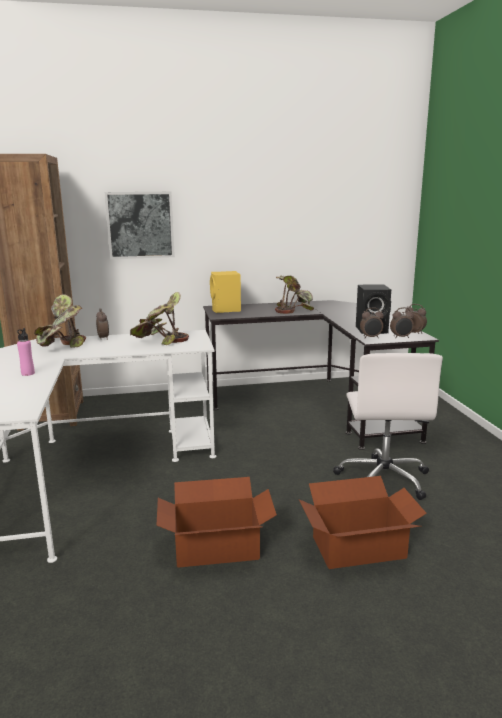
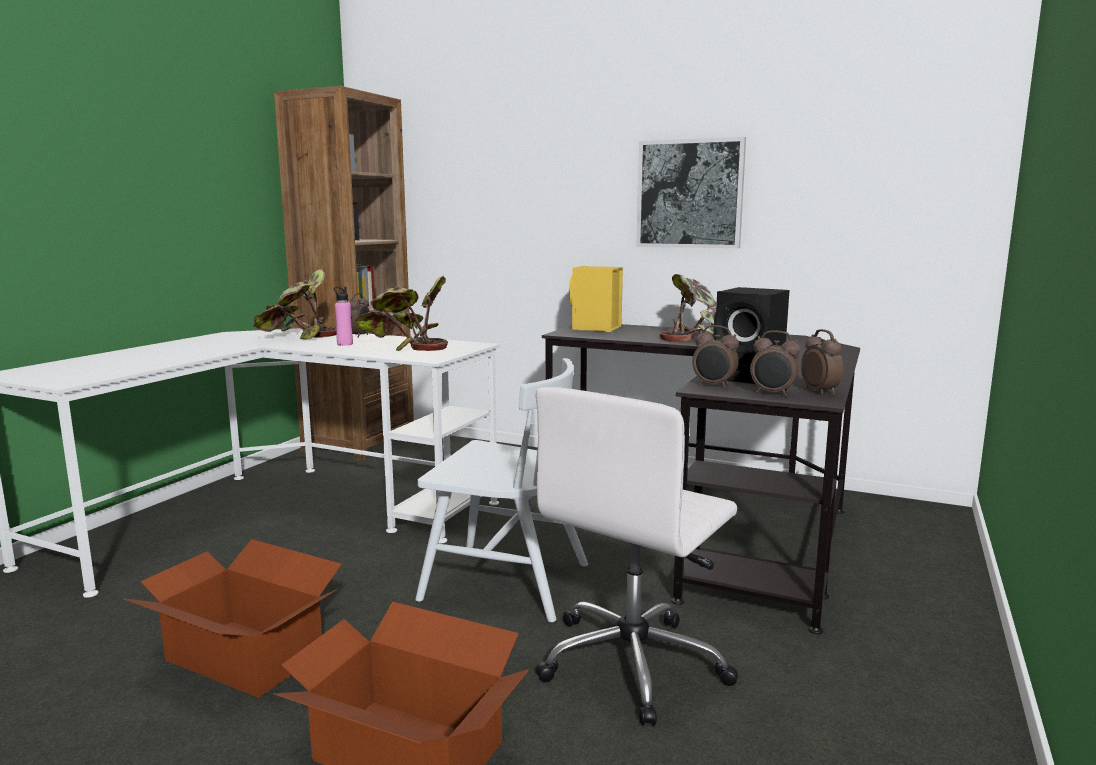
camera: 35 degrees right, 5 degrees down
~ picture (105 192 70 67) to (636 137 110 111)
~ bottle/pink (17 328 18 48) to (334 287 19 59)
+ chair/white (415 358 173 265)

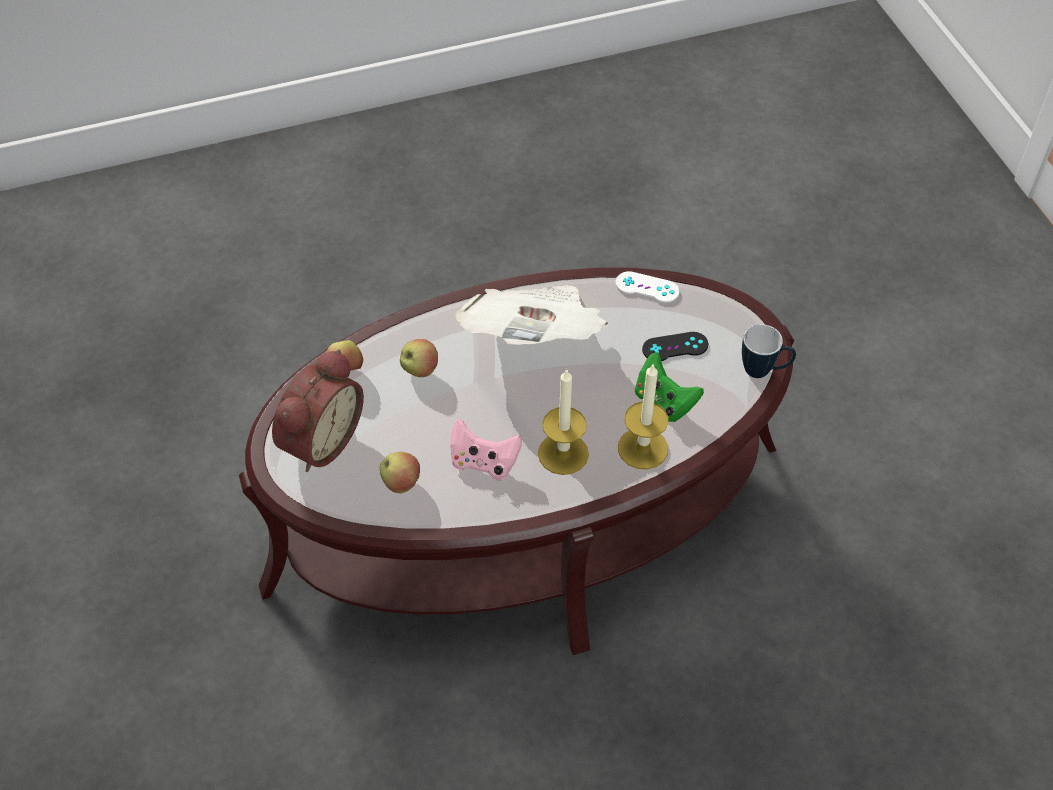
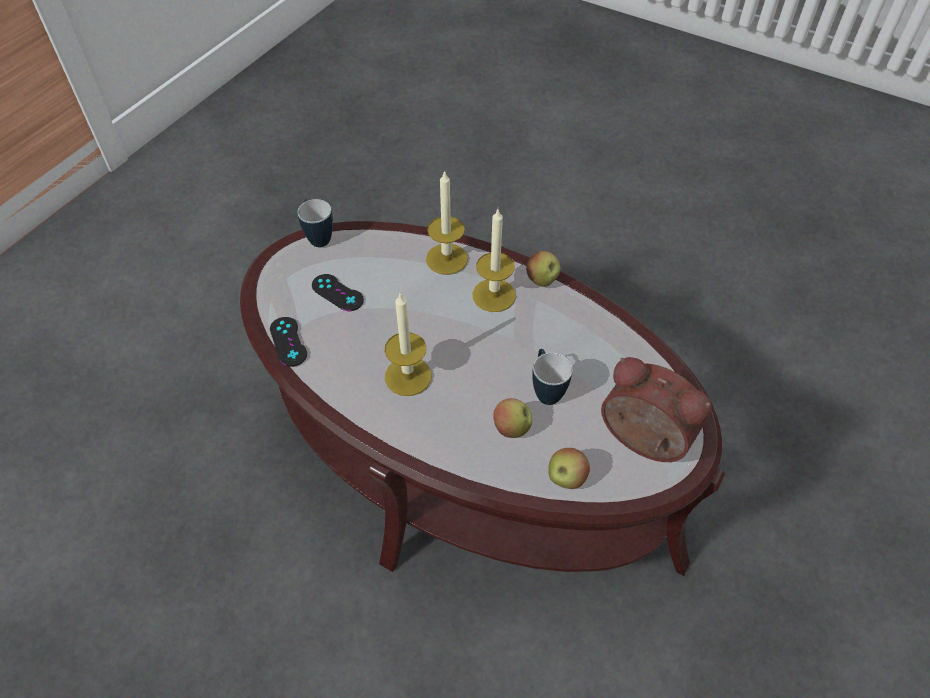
camera: 130 degrees left, 0 degrees up
~ game controller/white (615 271 65 32) to game controller/black (270 317 37 50)
~ newspaper (455 285 153 60) to candle (385 294 47 102)
~ alarm clock (272 349 92 123) = (601 357 111 105) 45 degrees clockwise
- game controller/green (635 352 69 70)
- game controller/pink (450 419 72 61)
~ apple (380 452 40 41) to (526 251 35 36)
+ mug (532 349 41 56)

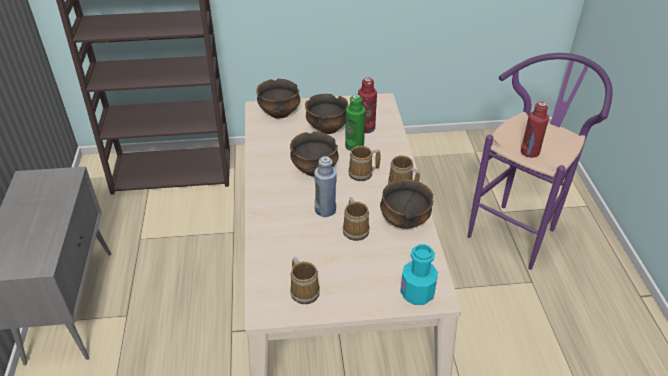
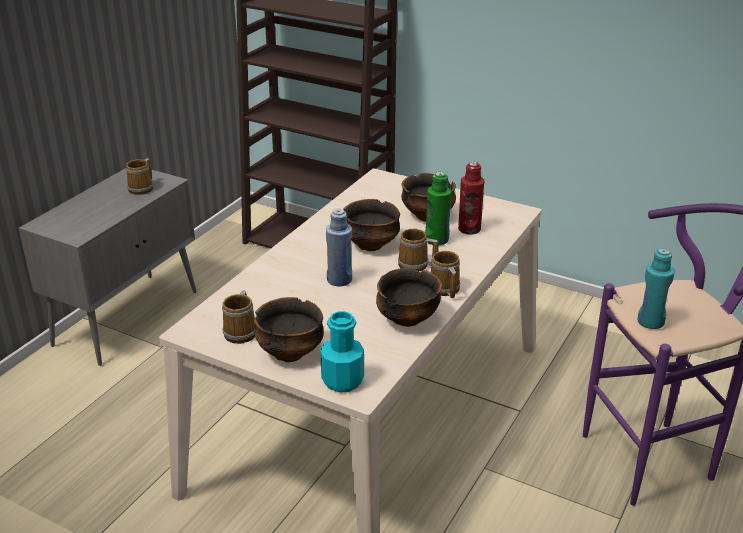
camera: 35 degrees right, 10 degrees down
~ bowl (256 79 44 40) to (254 297 70 65)
~ bottle/red (521 102 28 56) to bottle/turquoise (638 248 37 81)
~ mug (343 197 27 44) to (126 158 27 37)

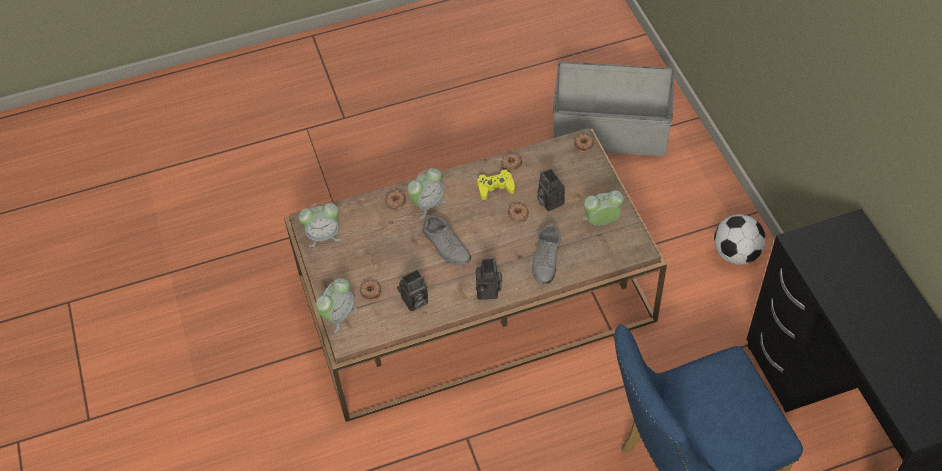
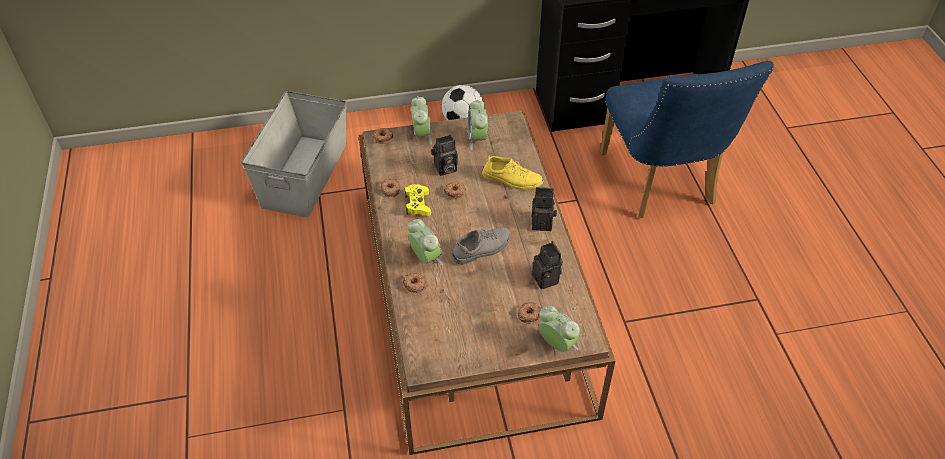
camera: 85 degrees left, 5 degrees down
~ alarm clock (298 203 44 44) to (411 96 21 49)
~ shoe/grey (532 223 29 62) to shoe/yellow (482 156 61 34)

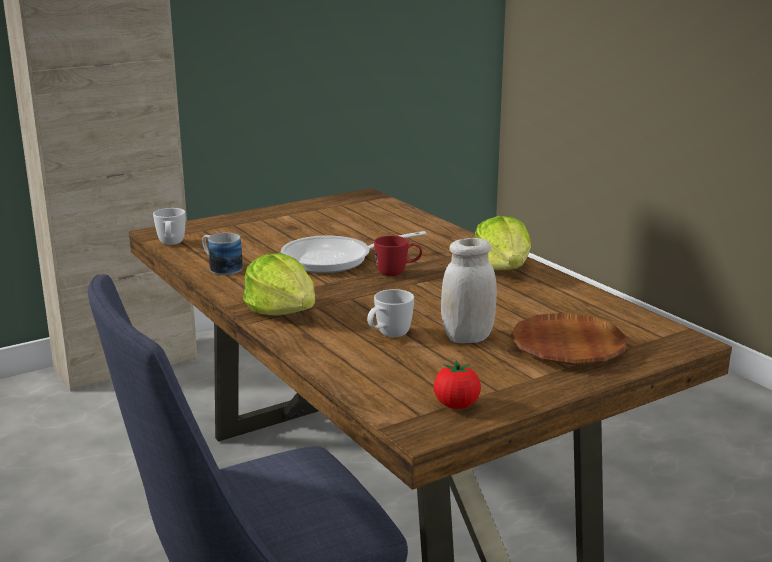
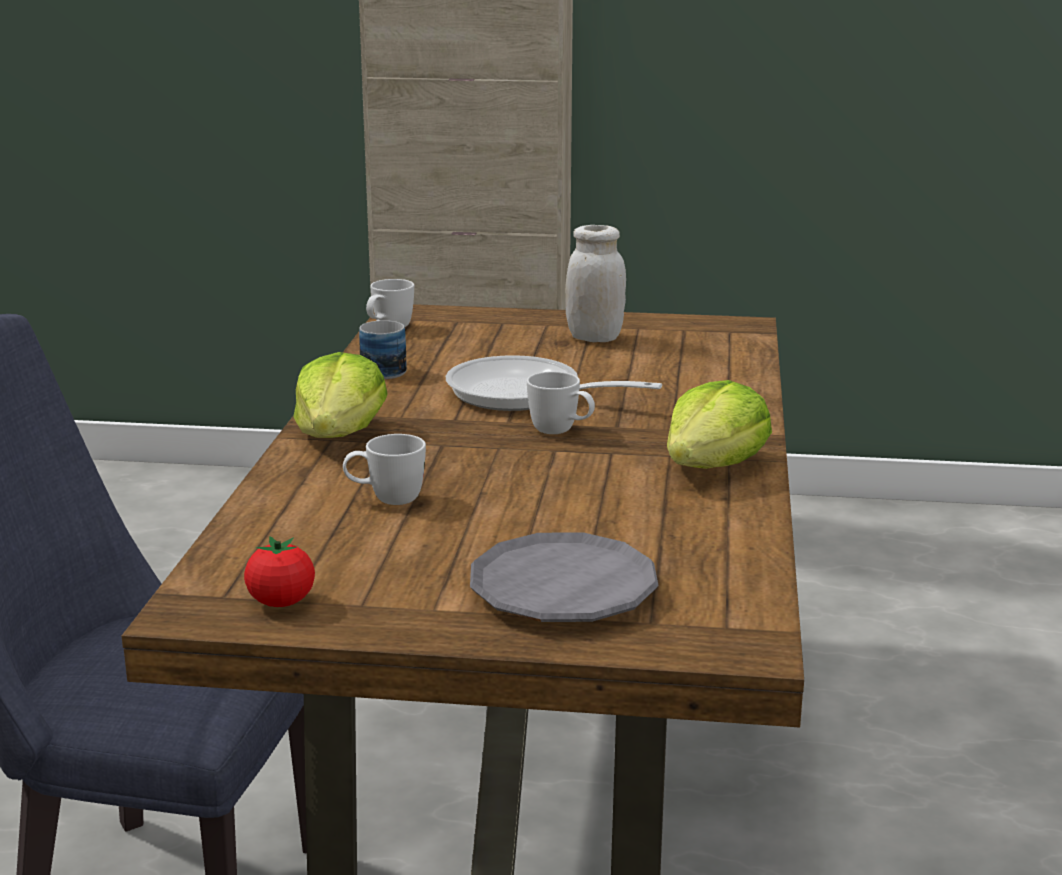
camera: 40 degrees right, 0 degrees up
~ mug/red (374 236 48 40) to mug/white (527 371 68 63)
~ jar/white (441 238 56 105) to (565 225 61 117)
~ plate/brown (510 313 118 52) to plate/grey (470 532 189 90)

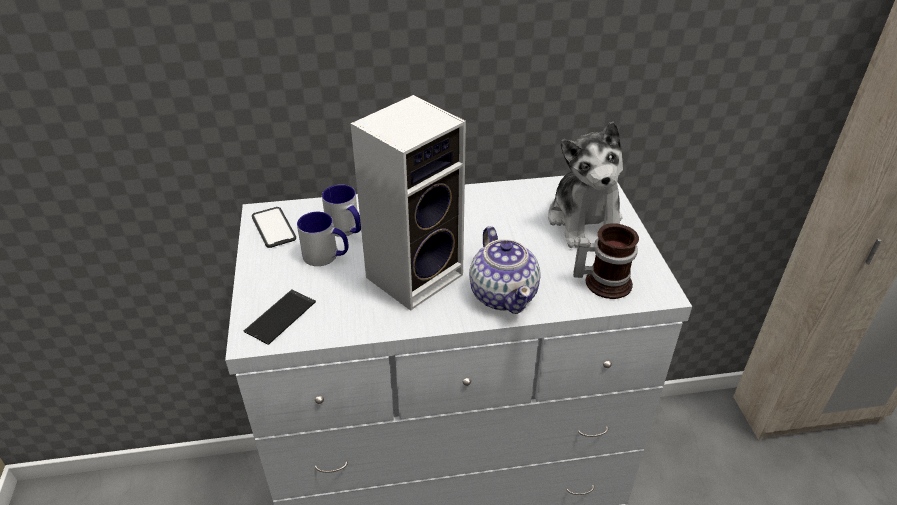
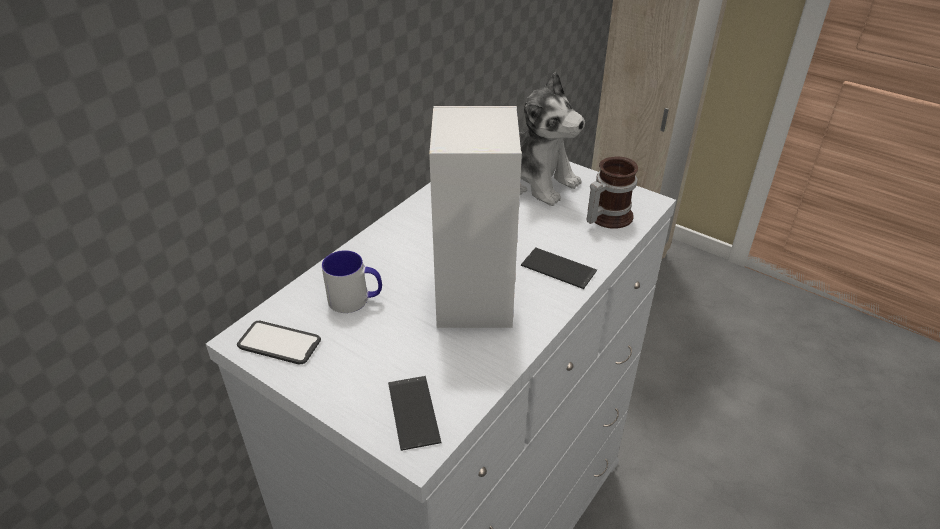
camera: 45 degrees left, 0 degrees up
- mug (297 212 52 54)
~ teapot (469 226 71 88) to phone (521 247 76 42)

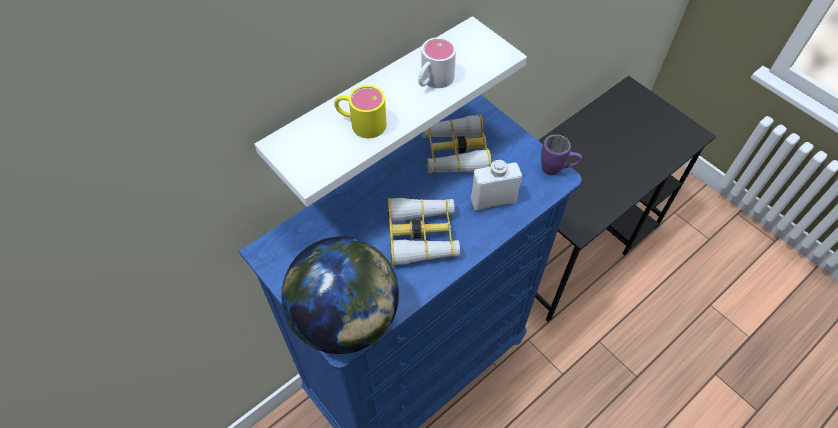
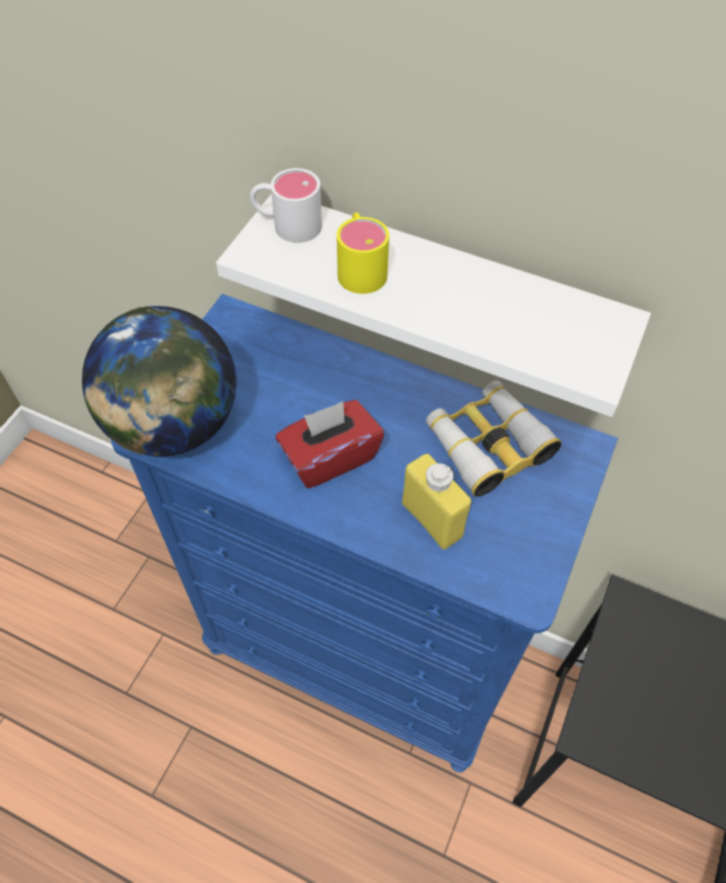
camera: 65 degrees right, 0 degrees up
~ mug/white (418 37 38 51) to (250 168 72 75)
- mug/purple (541 134 41 41)
~ bottle/white (471 159 51 52) to bottle/yellow (402 454 69 96)
~ binoculars (387 198 73 68) to tissue box/red (276 400 108 88)

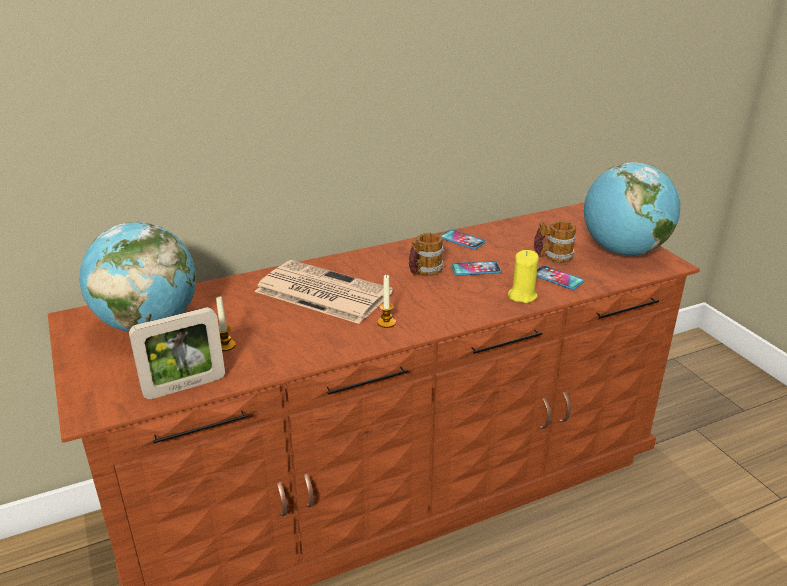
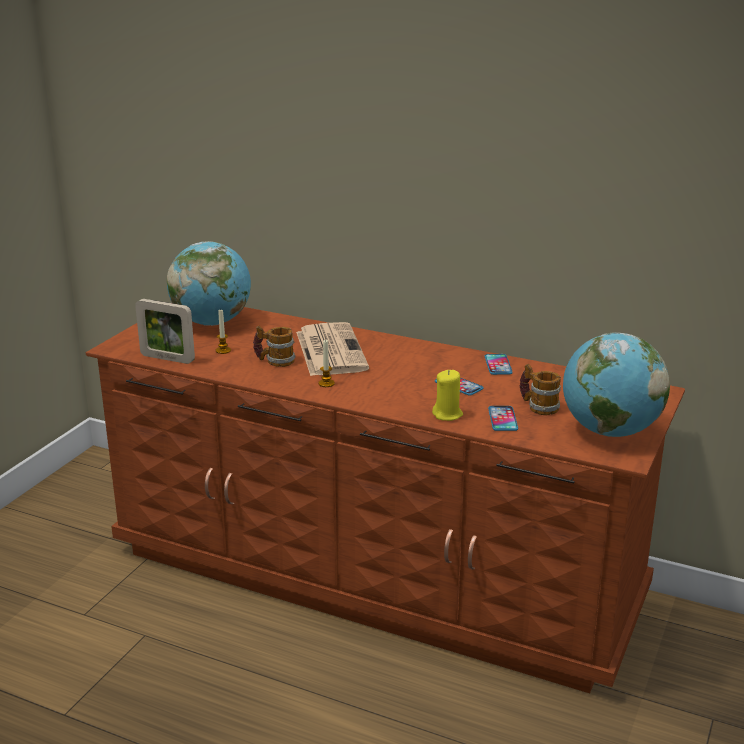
camera: 50 degrees right, 5 degrees down
~ mug (409 233 35 43) to (253 326 43 41)

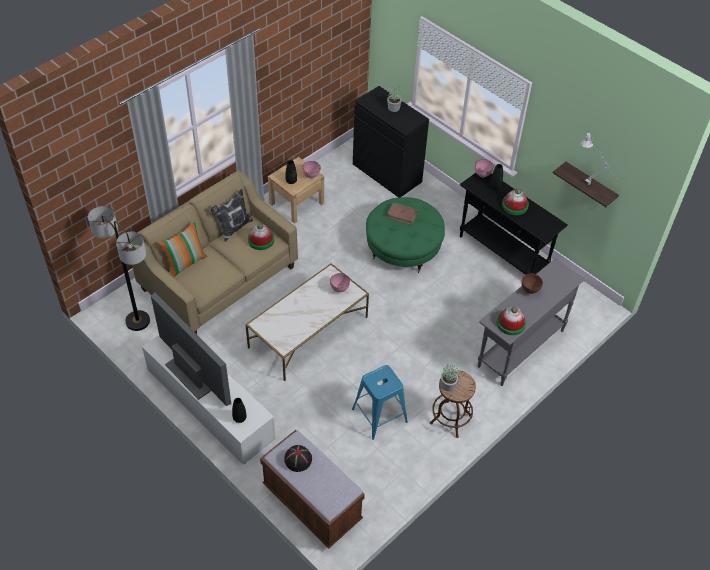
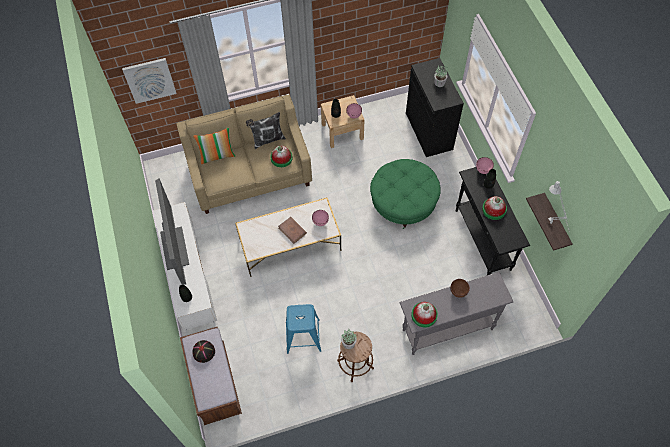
camera: 30 degrees right, 10 degrees up
~ book/brown (387 203 31 22) to (278 217 29 27)
- floor lamp (88 206 62 125)
+ picture (122 58 55 46)

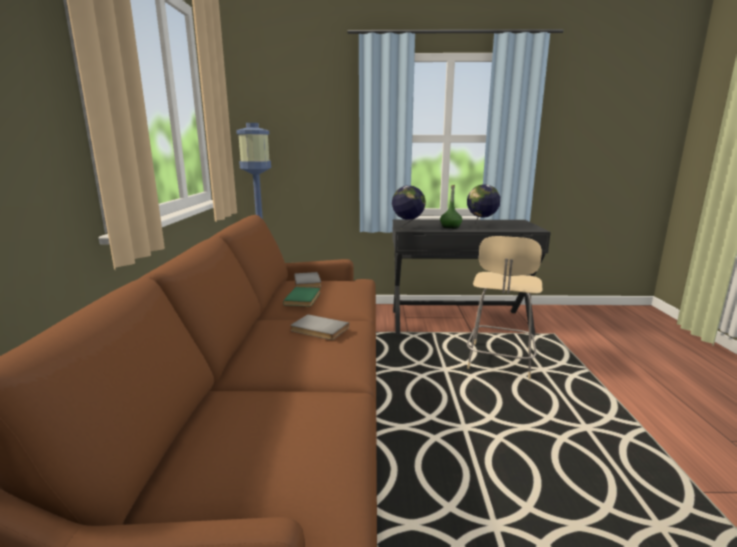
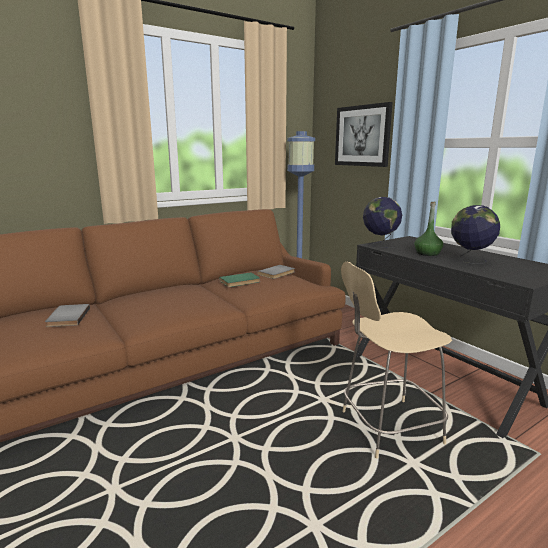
camera: 55 degrees right, 0 degrees up
~ book/grey (290 314 59 26) to (45 304 45 23)
+ picture (335 102 58 65)

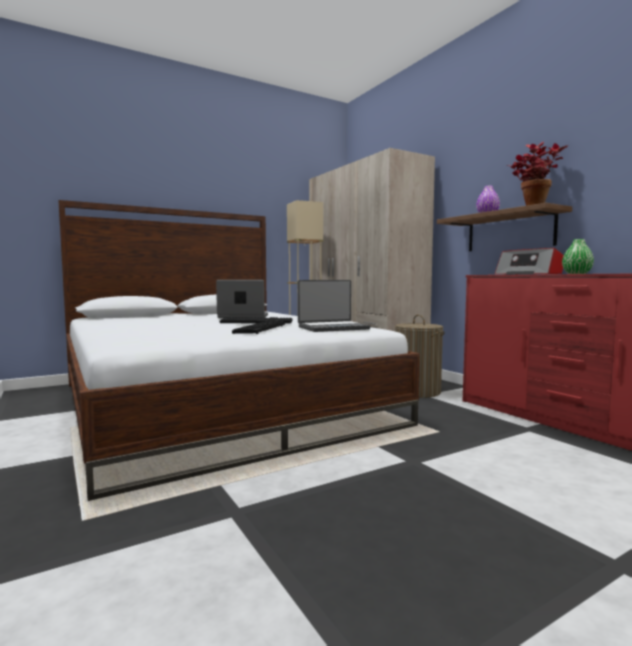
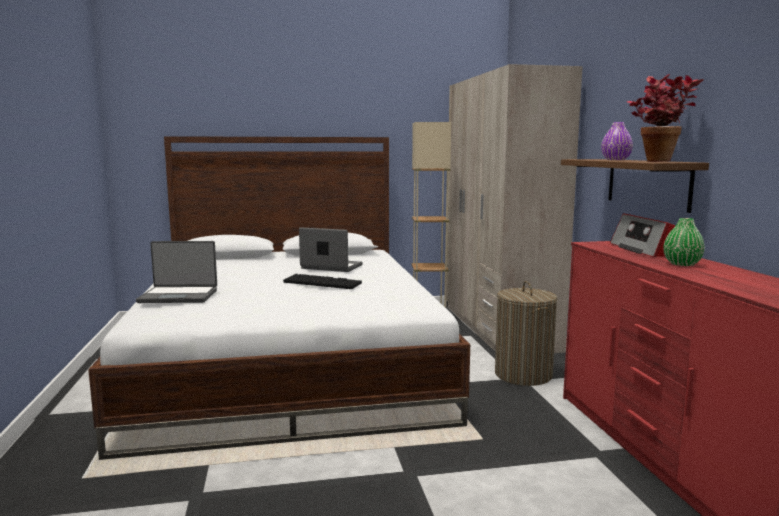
camera: 20 degrees right, 5 degrees up
~ laptop (298 280 73 52) to (136 241 81 62)
- keyboard (232 321 53 13)

